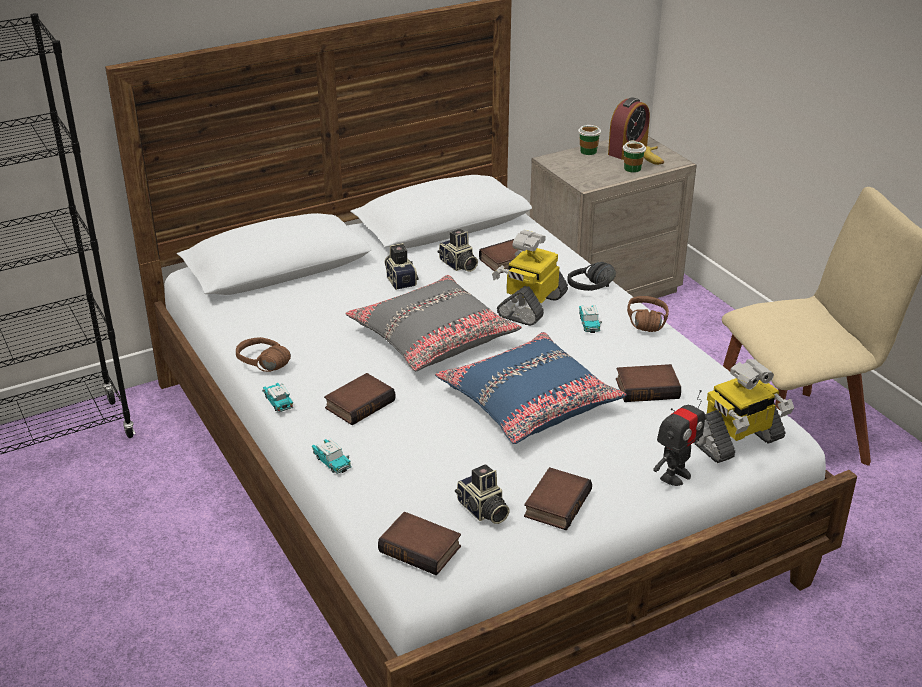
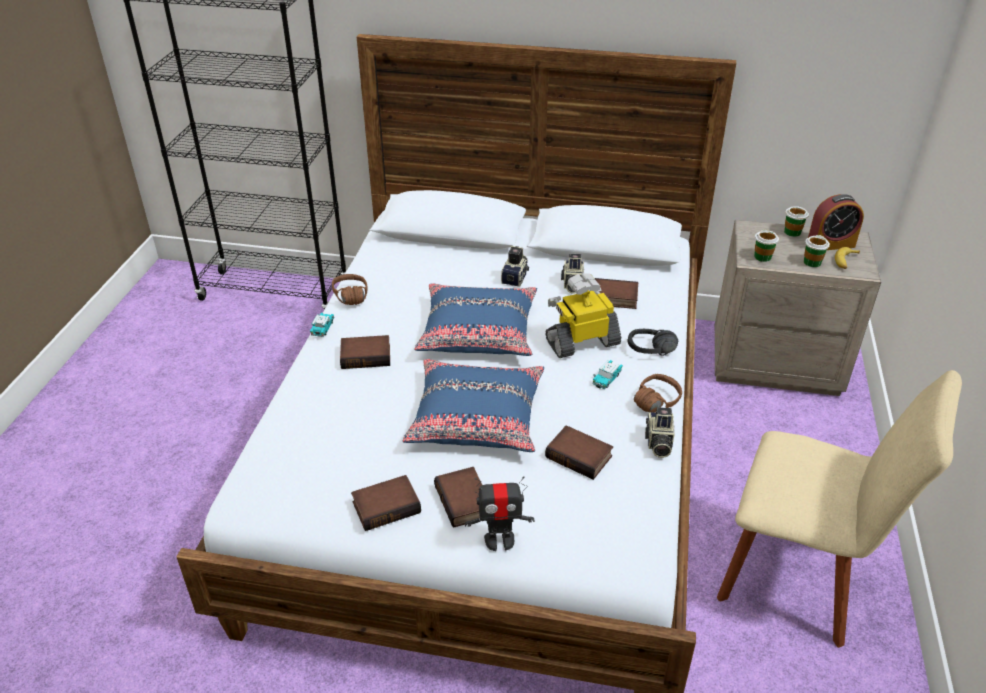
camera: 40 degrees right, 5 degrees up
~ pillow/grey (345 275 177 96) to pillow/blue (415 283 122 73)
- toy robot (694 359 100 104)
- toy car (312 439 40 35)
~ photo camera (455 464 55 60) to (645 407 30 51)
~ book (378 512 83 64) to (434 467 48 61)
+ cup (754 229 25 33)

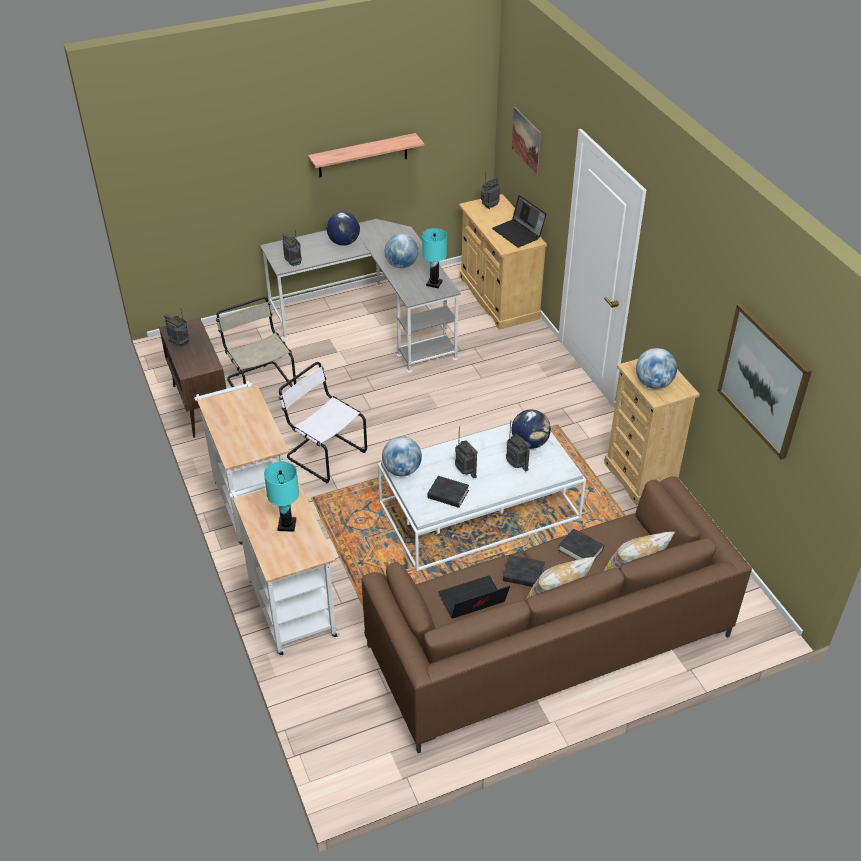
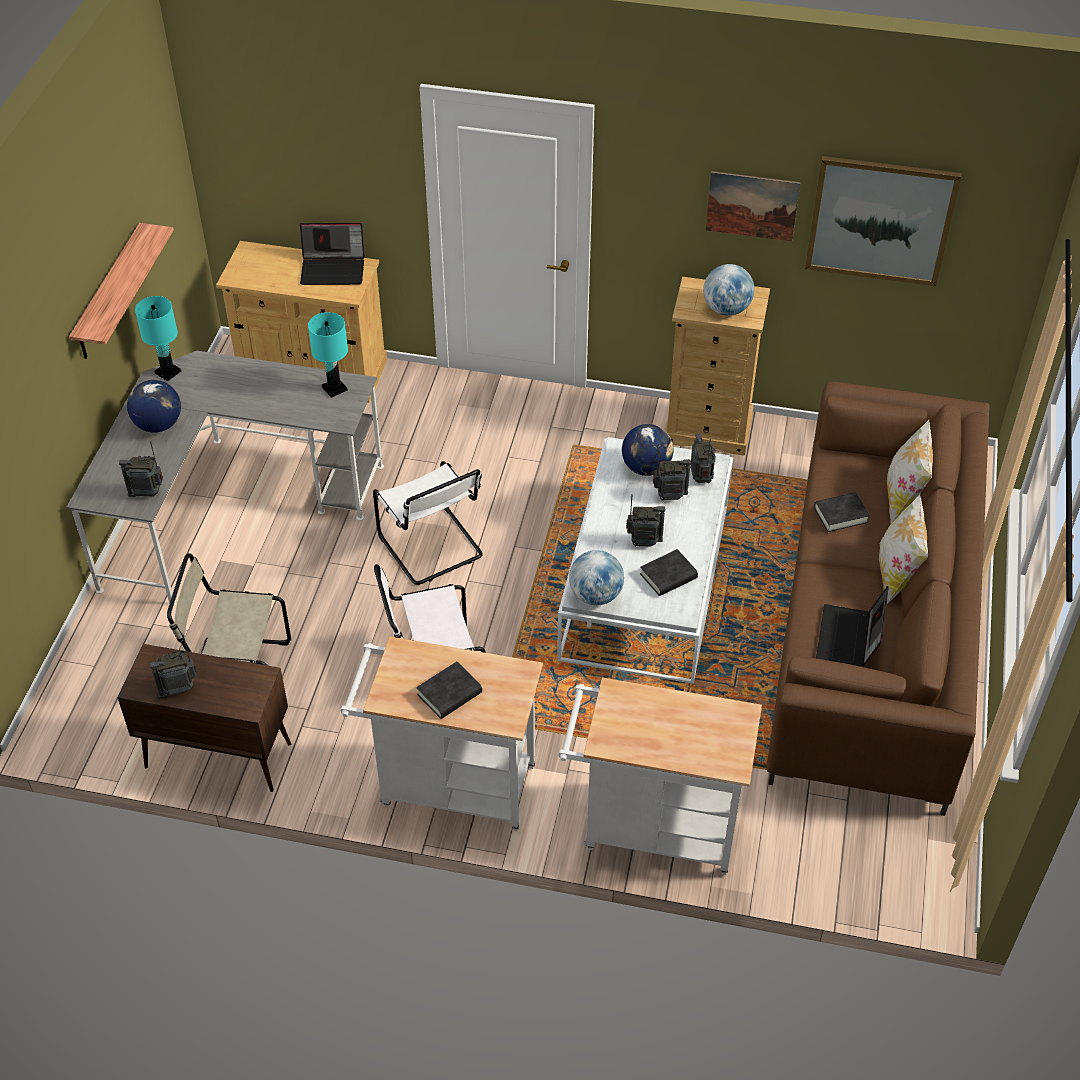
camera: 55 degrees left, 5 degrees up
~ picture (512 107 29 68) to (706 171 95 71)
~ radio (481 172 19 37) to (690 433 26 50)
- globe (385 234 33 34)
~ table lamp/turquoise (264 461 35 71) to (135 296 46 85)
~ book/black (503 555 42 32) to (416 661 66 58)
+ chair/white (373 461 110 124)

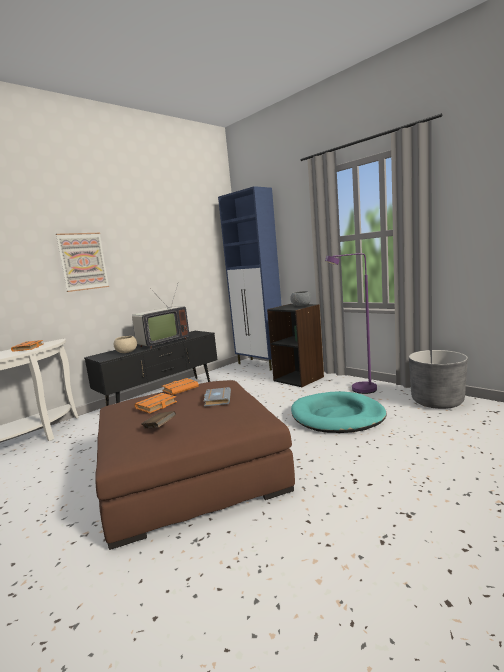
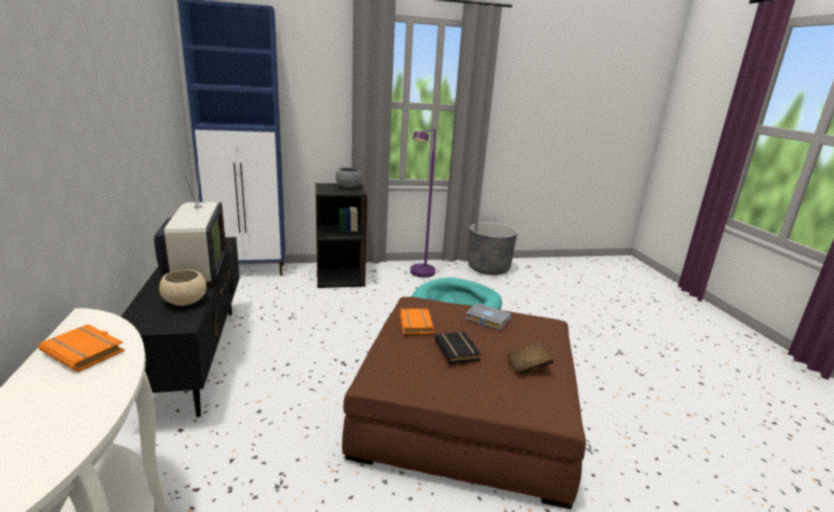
camera: 60 degrees left, 10 degrees up
- picture (56 233 53 59)
~ book/orange (135 393 42 20) to book/black (434 332 47 32)

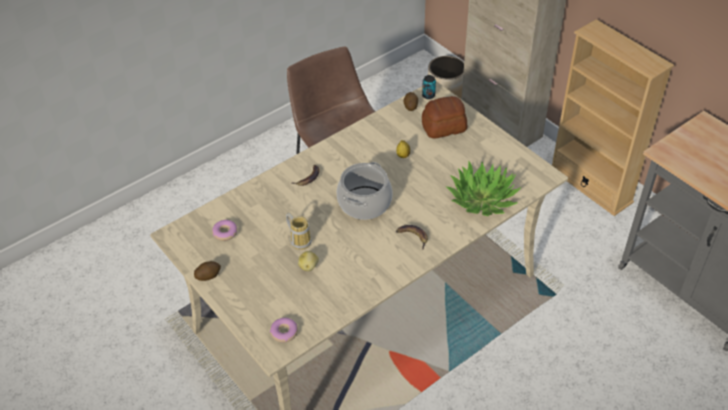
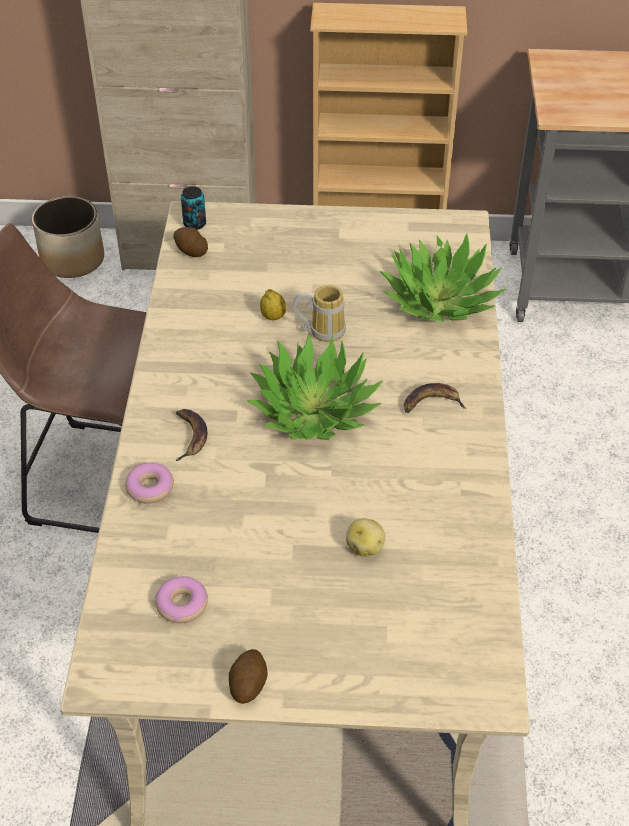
camera: 50 degrees left, 0 degrees up
- bread (422 96 45 43)
~ cooking pot (337 162 56 58) to potted plant (247 333 136 107)
~ mug (285 213 27 37) to (293 285 53 57)
~ donut (270 318 28 25) to (125 463 49 41)

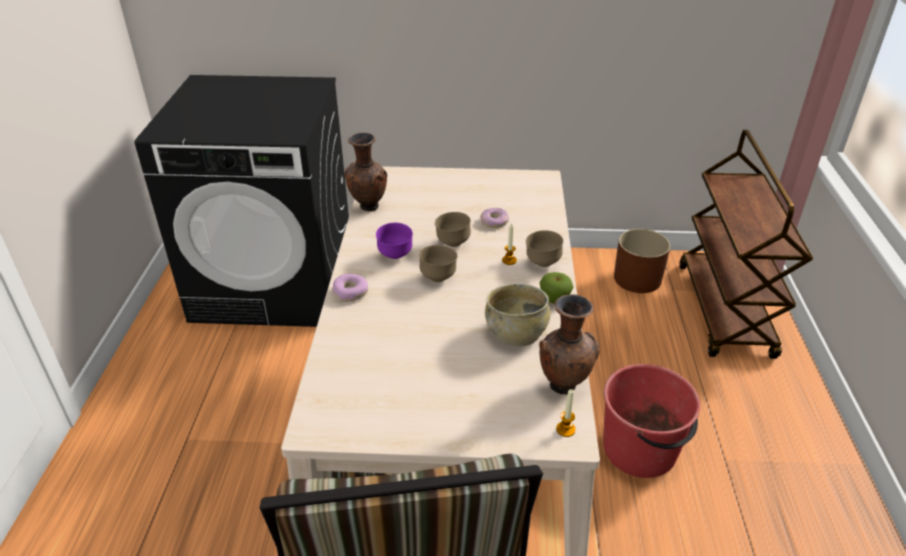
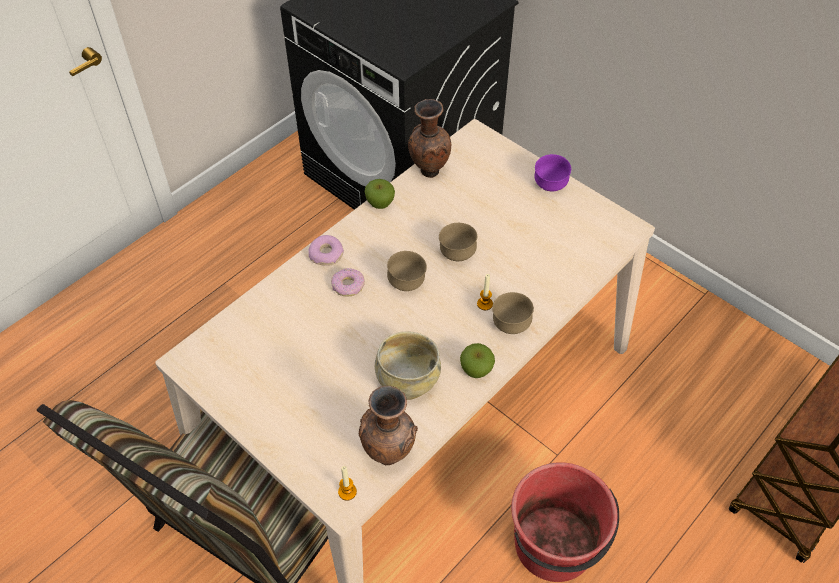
camera: 40 degrees right, 15 degrees up
~ donut (480 207 29 21) to (331 268 34 29)
~ bowl/purple (376 223 37 36) to (535 154 36 37)
- planter/brown (614 229 56 64)
+ apple (365 179 30 30)

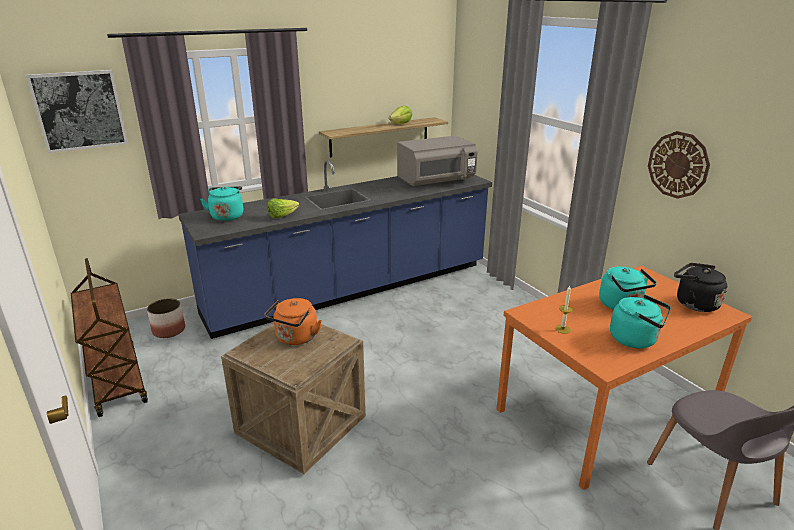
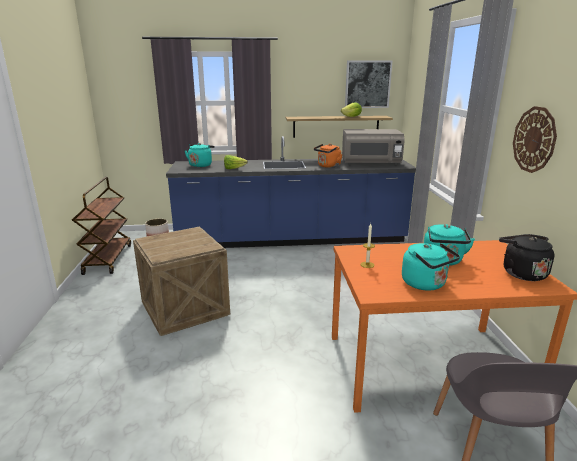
camera: 25 degrees right, 5 degrees down
~ picture (26 70 102 83) to (345 61 47 47)
~ kettle/orange (264 298 58 47) to (314 144 29 24)

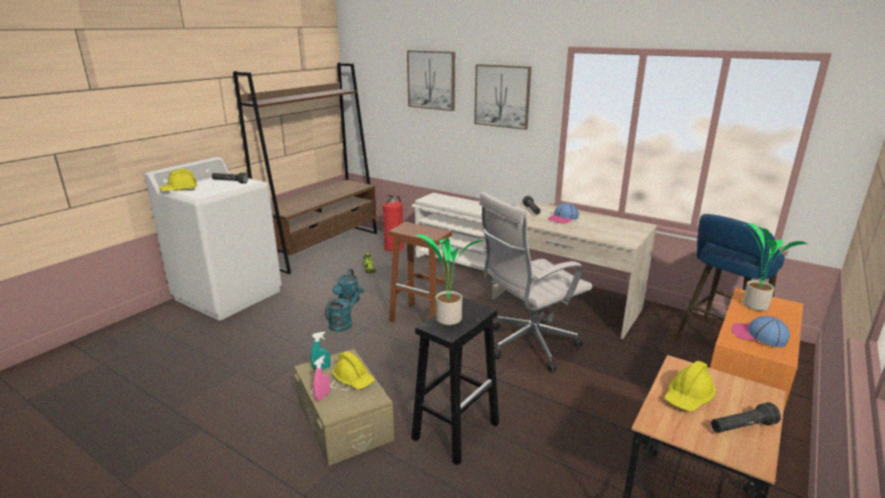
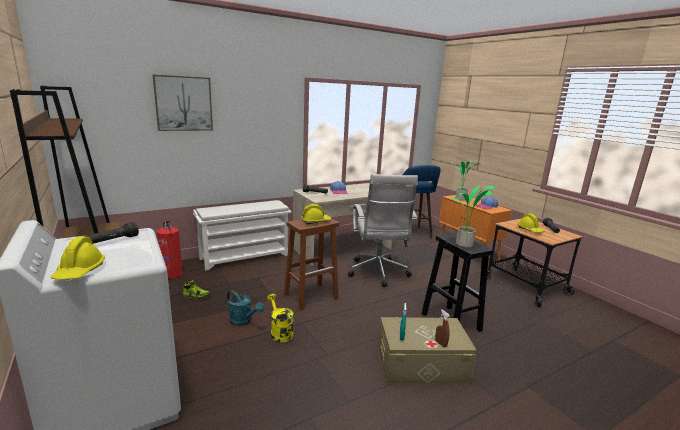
camera: 65 degrees left, 5 degrees down
- picture (474 64 57 66)
~ watering can/turquoise (325 285 39 47) to watering can/yellow (267 294 27 48)
~ hard hat/yellow (332 351 43 38) to (302 204 29 20)
~ spray bottle/pink (313 355 17 46) to spray bottle/brown (435 309 15 38)

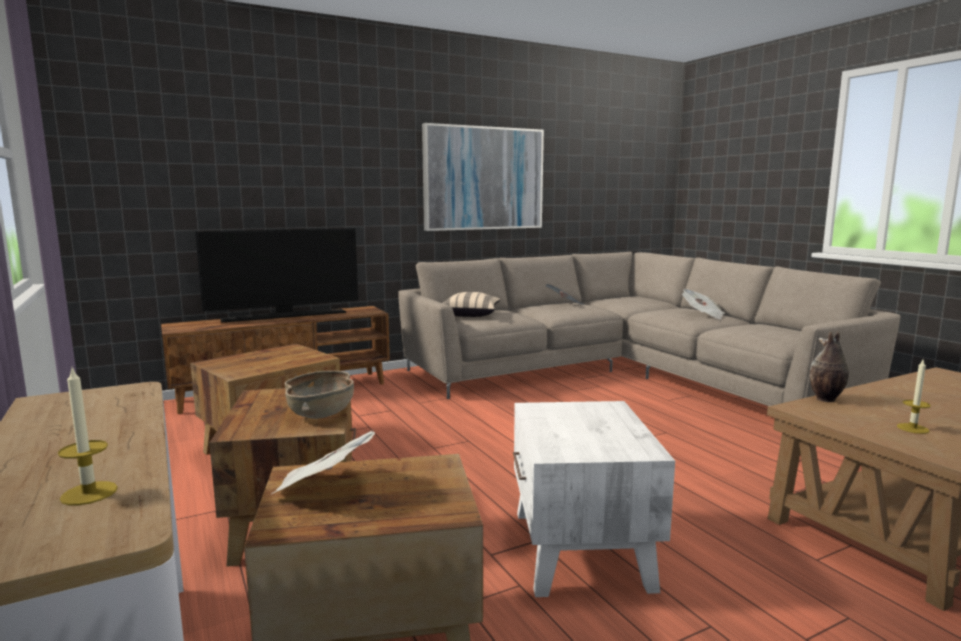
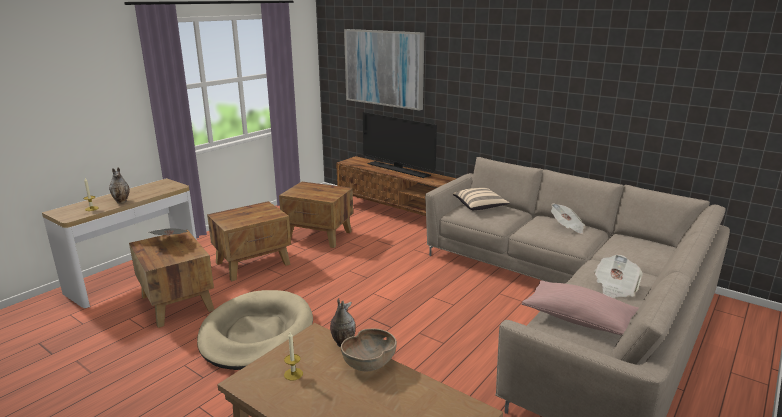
camera: 65 degrees right, 10 degrees up
~ picture (422 123 122 108) to (344 29 81 81)
~ bowl/brown (285 371 69 48) to (341 329 56 42)
~ side table/white (513 401 162 196) to dog bed/beige (197 290 116 80)
+ vase (109 167 21 36)
+ pillow/pink (522 280 117 56)

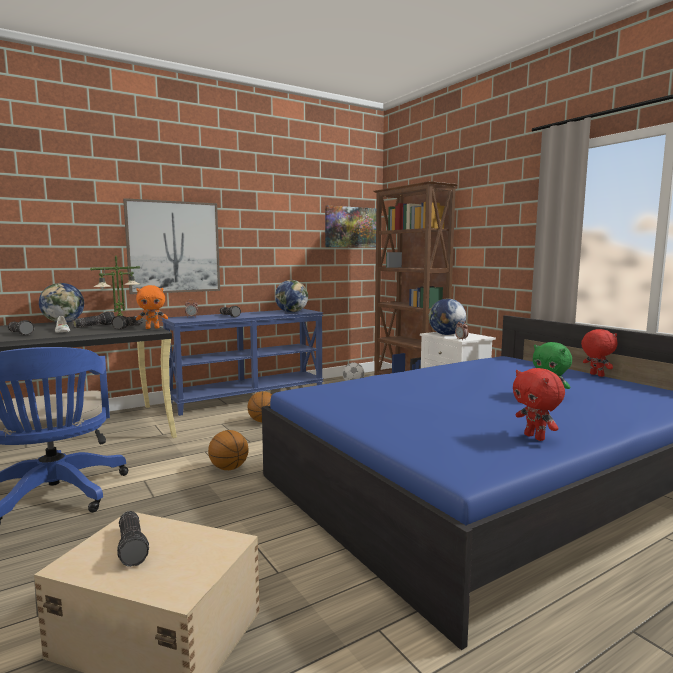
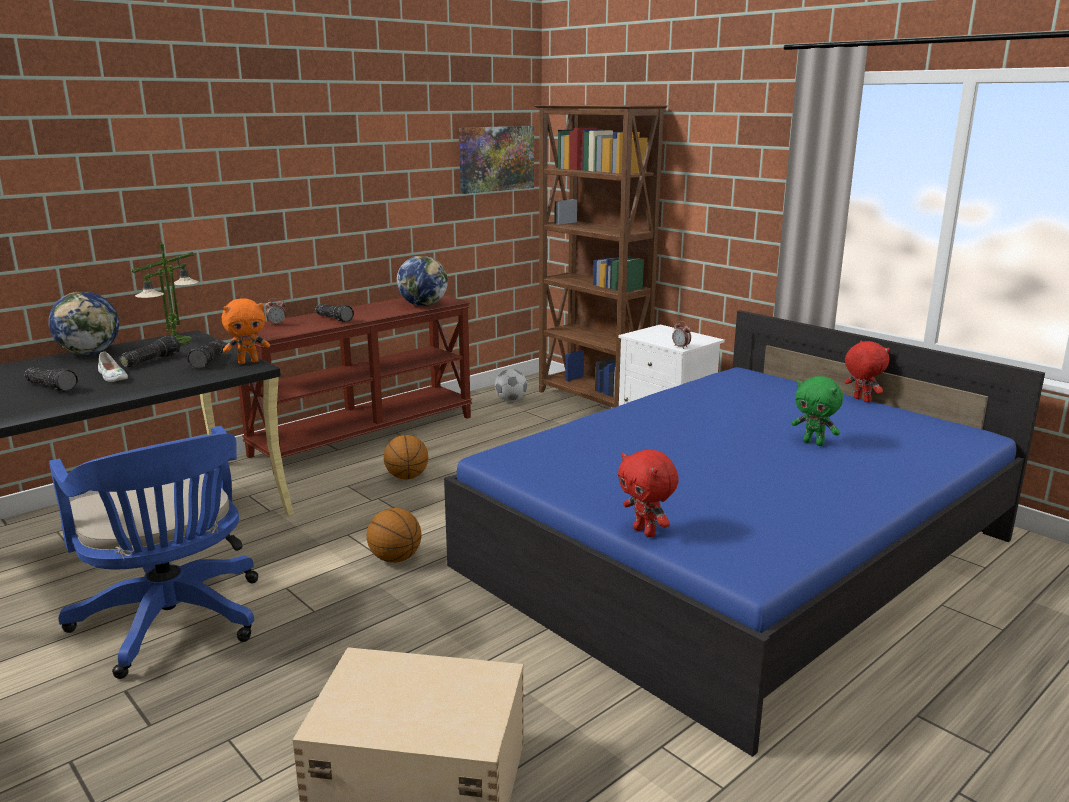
camera: 10 degrees left, 10 degrees up
- picture (123 198 97 96)
- globe (429 298 37 37)
~ console table/blue (162 309 162 107) to console table/brown (231 295 241 179)
~ plush toy/red (513 368 52 73) to (618 449 61 89)
- flashlight (117 511 32 56)

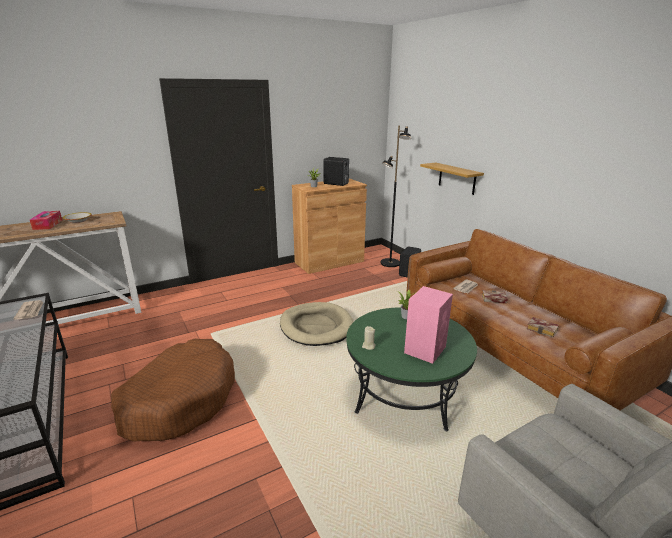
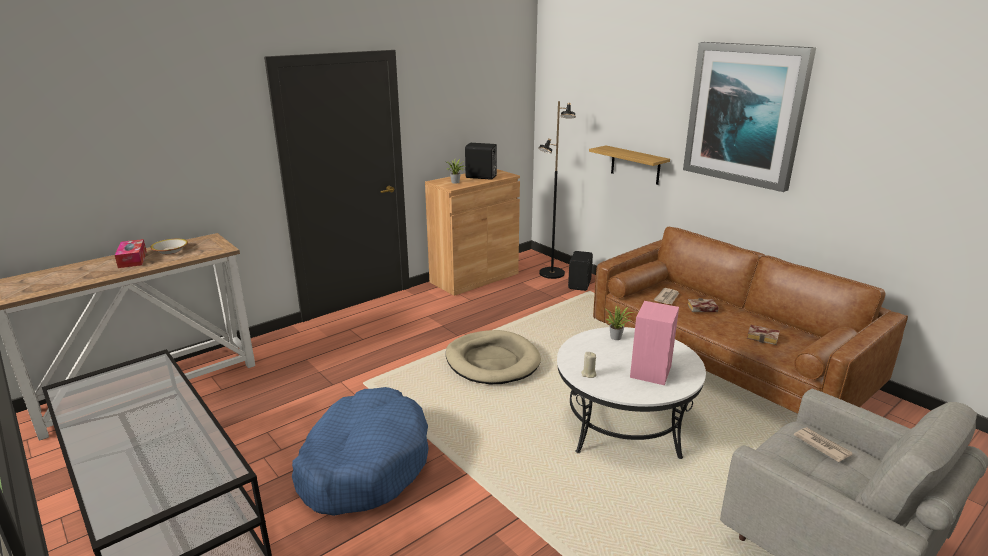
camera: 10 degrees left, 0 degrees up
~ newspaper (13 300 31 20) to (794 427 58 35)
~ coffee table/green (346 307 131 124) to coffee table/white (557 327 149 132)
~ dog bed/brown (111 339 124 103) to dog bed/blue (292 387 137 129)
+ picture (683 42 133 150)

